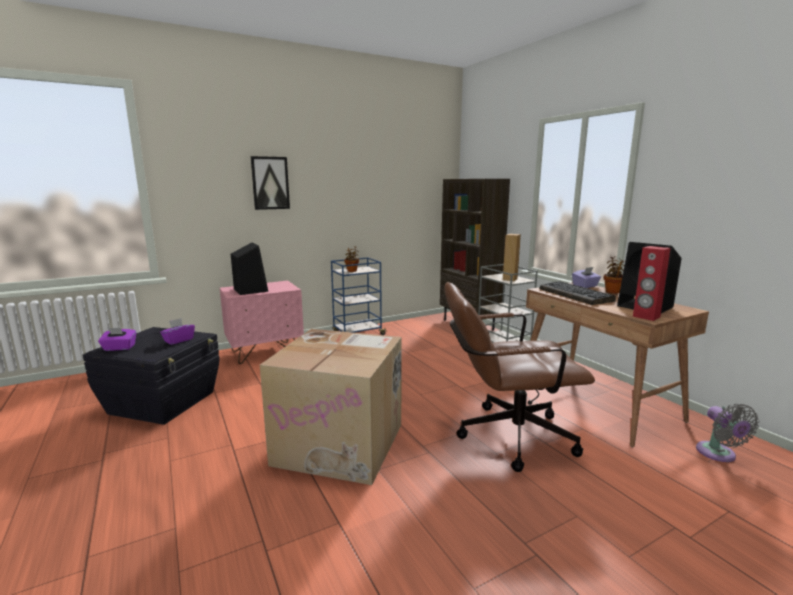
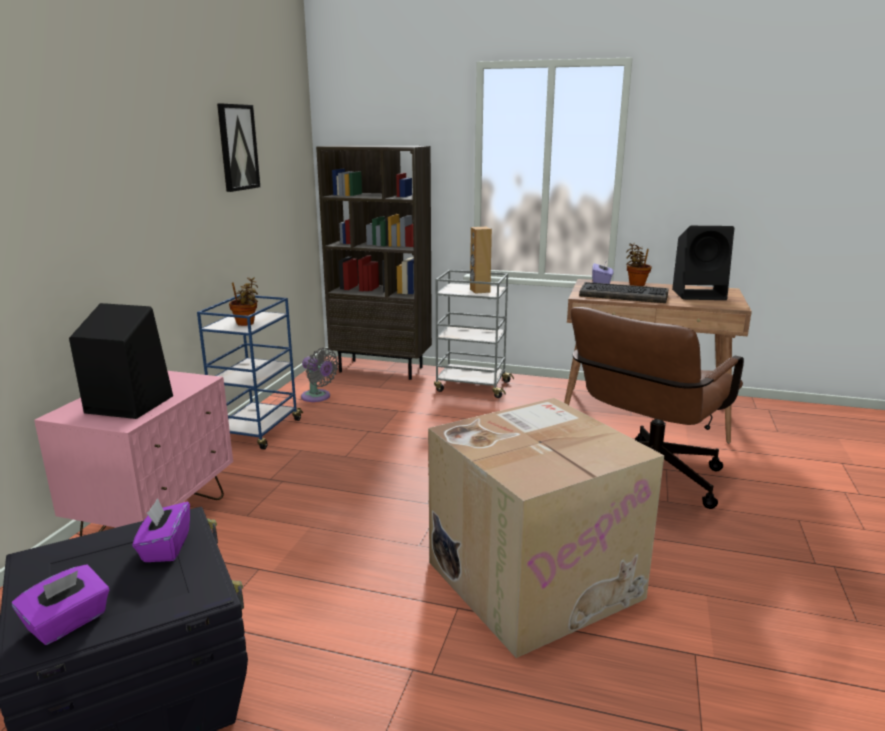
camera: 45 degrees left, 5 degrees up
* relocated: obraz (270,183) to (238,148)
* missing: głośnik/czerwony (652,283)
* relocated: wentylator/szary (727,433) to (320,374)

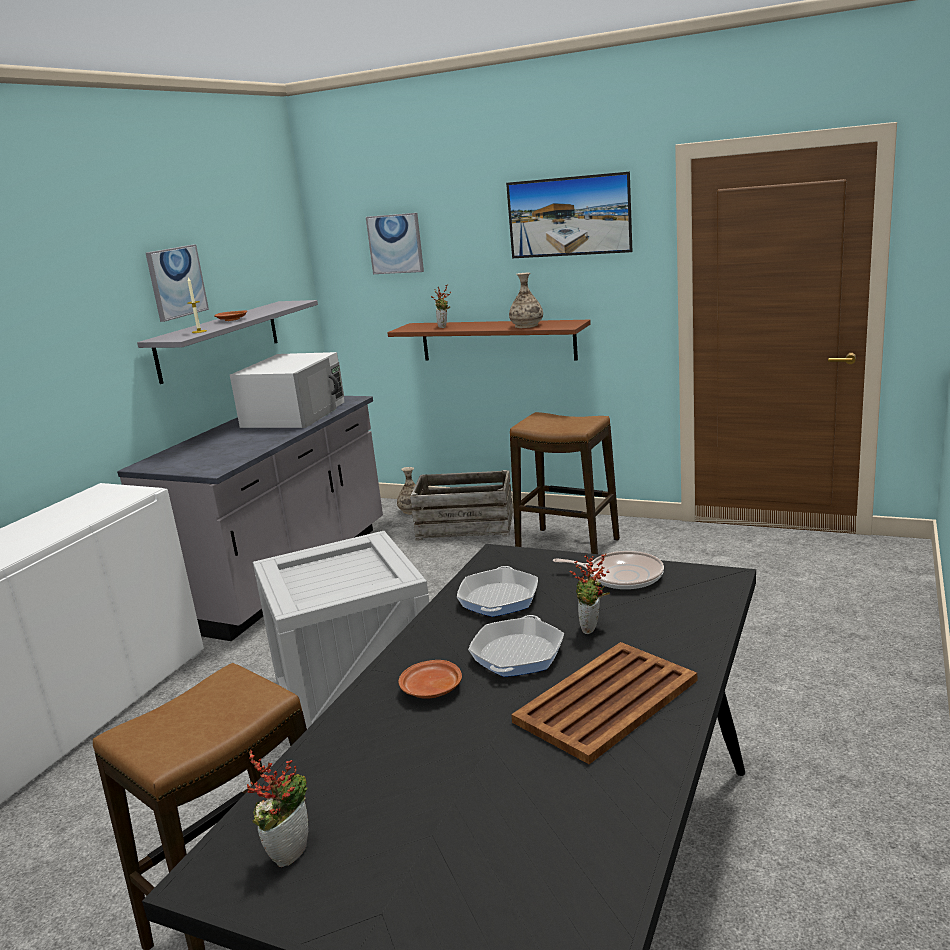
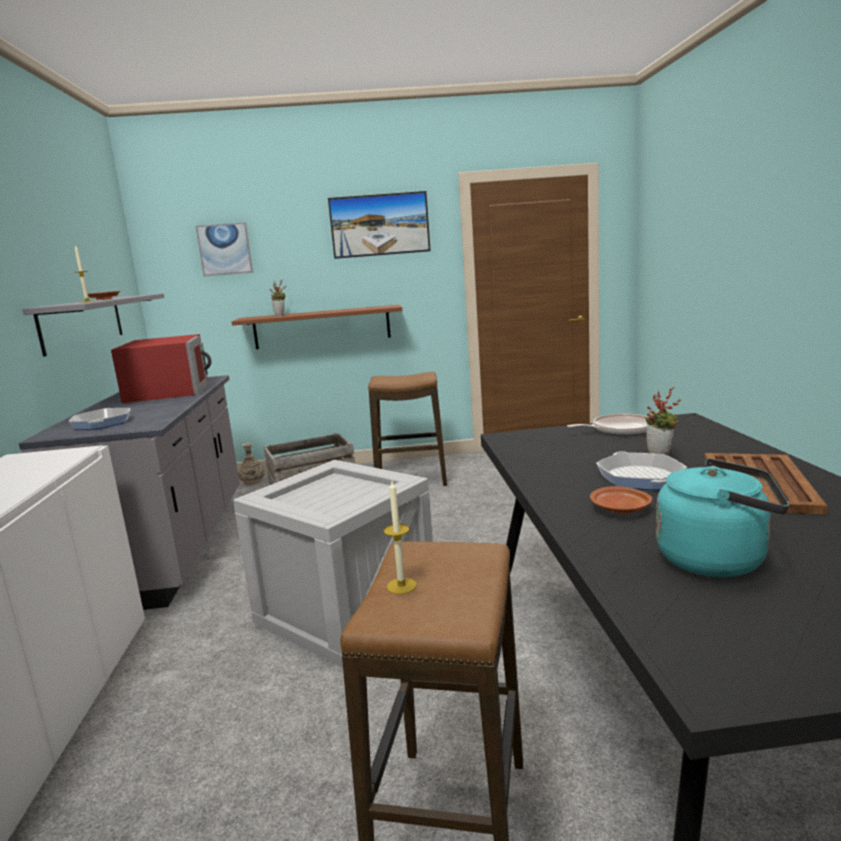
camera: 30 degrees left, 5 degrees down
* missing: obraz (177,283)
* colour: mikrofalówka/biały (287,390) to mikrofalówka/czerwony (161,368)
* missing: roślina doniczkowa (277,808)
* relocated: patelnia (497,591) to (99,419)
* missing: wazon (526,300)
* appeared: świeca (400,537)
* appeared: czajnik/turkusowy (722,517)

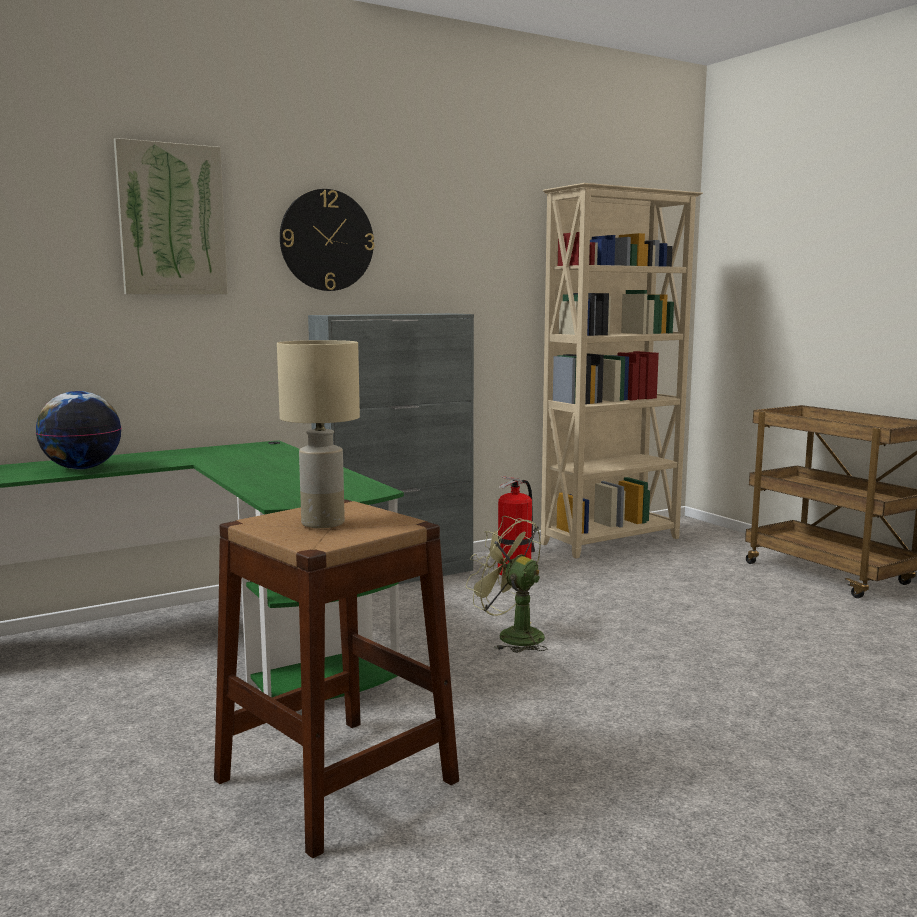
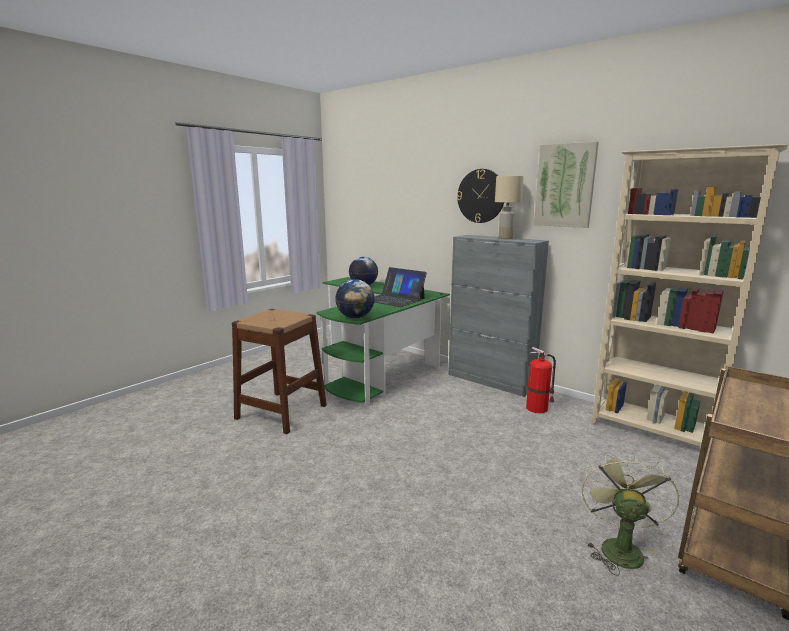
camera: 70 degrees right, 5 degrees up
* relocated: obraz (171,216) to (566,184)
* relocated: lampa stołowa/beżowy (318,434) to (509,207)
* relocated: wentylator/zielony (506,584) to (630,514)
* appeared: globus (355,298)
* appeared: laptop (400,287)

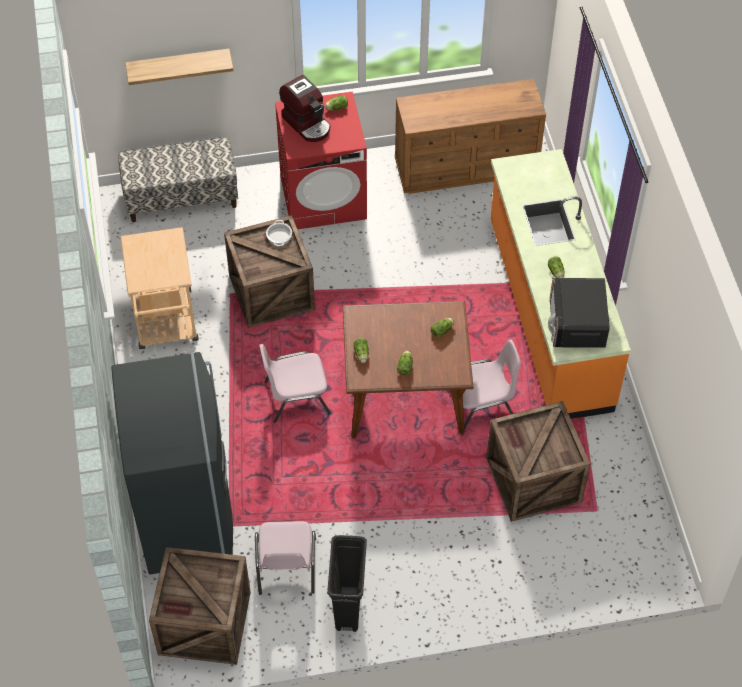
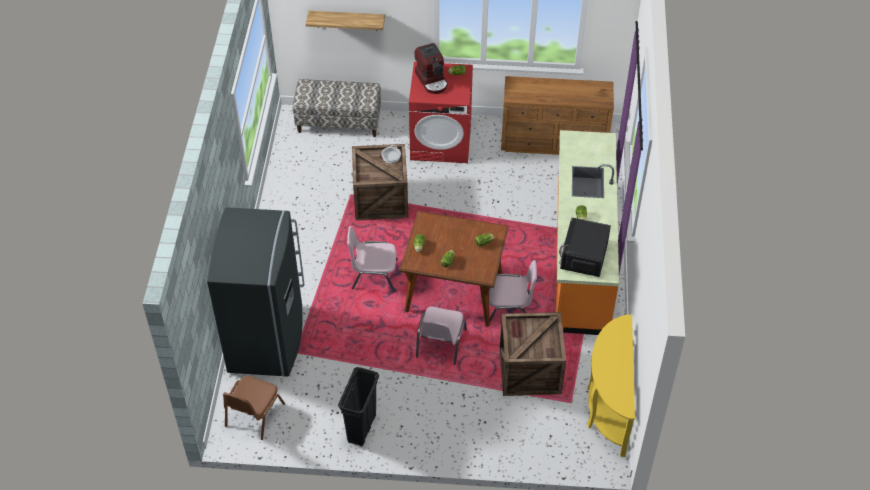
camera: 15 degrees right, 5 degrees down
* missing: wózek/beżowy (159,288)
* exchanged: skrzynka (200,606) to krzesło/brązowy (254,408)
* relocated: krzesło/różowy (285,558) to (441,336)
* appeared: stolik konsolowy/żółty (611,386)

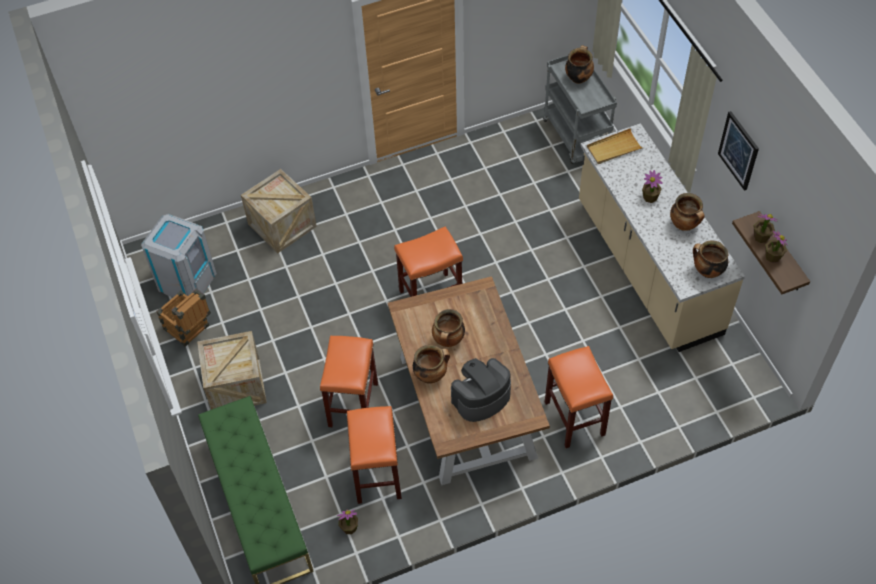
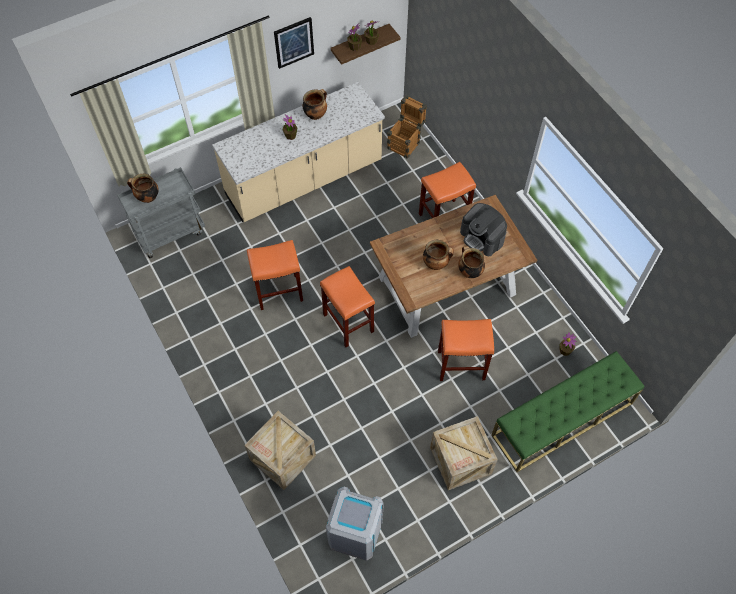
camera: 100 degrees left, 5 degrees up
* relocated: skrzynka (183,317) to (407,127)
* relocated: stołek/pomarańczowy (374,455) to (275,275)
* missing: taca/beżowy (615,146)
* missing: garnek (710,259)

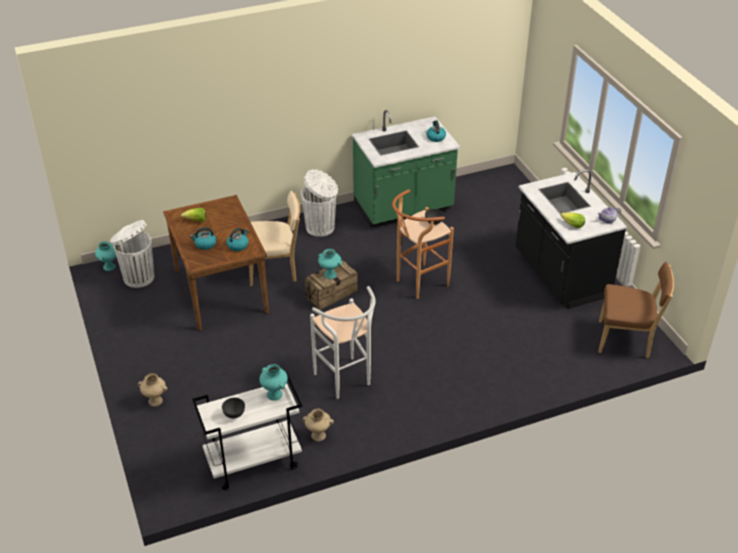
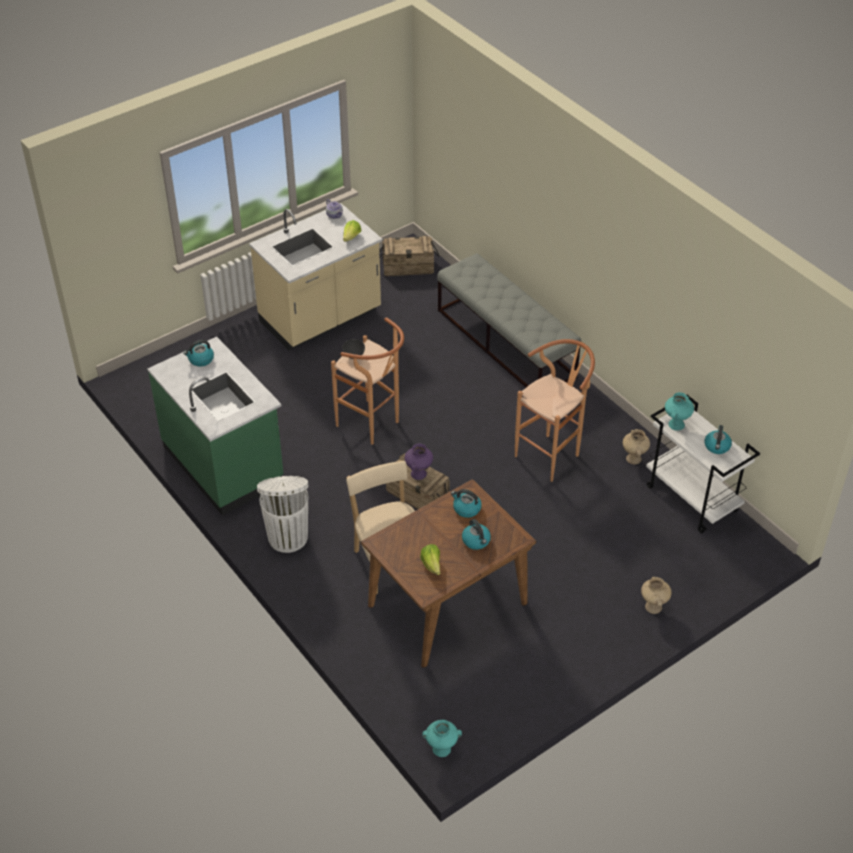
camera: 105 degrees left, 5 degrees up
* missing: kosz na śmieci/biały (132,254)
* exchanged: miska/szary (233,408) to czajnik (718,439)
* colour: stołek/biały (343,342) to stołek/brązowy (555,410)
* colour: wazon/turkusowy (330,264) to wazon/fioletowy (419,461)
* colour: zabudowa kuchenna/czarny (571,239) to zabudowa kuchenna/beżowy (315,276)
* exchanged: krzesło/brązowy (636,310) to skrzynka (409,256)
* appeared: ławka/szary (509,320)

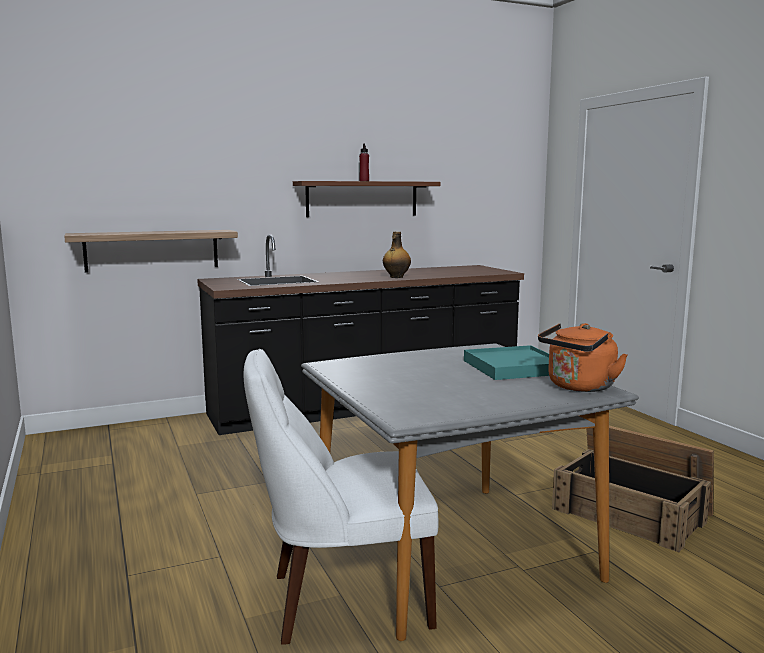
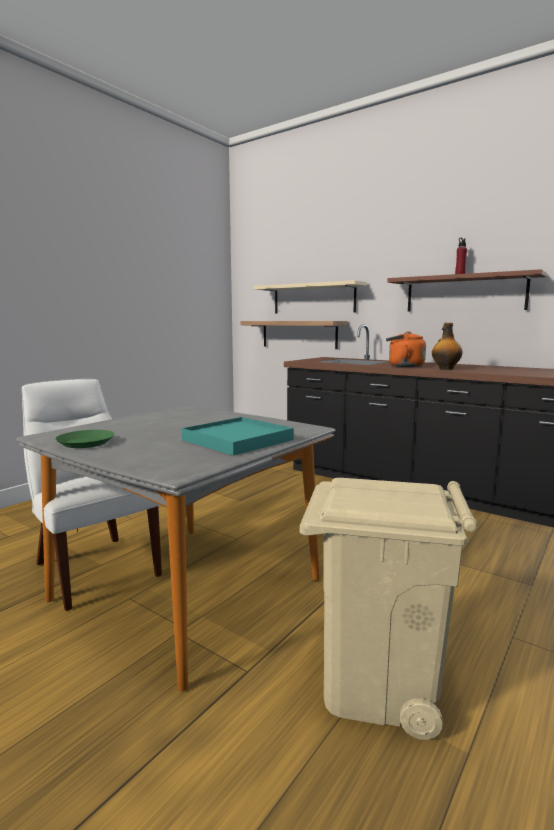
camera: 60 degrees right, 0 degrees up
* relocated: czajnik/pomarańczowy (583,357) to (406,349)
* exchanged: skrzynka (633,489) to kosz na śmieci/beżowy (388,609)
* appeared: talerz/zielony (85,439)
* appeared: półka/beżowy (310,296)

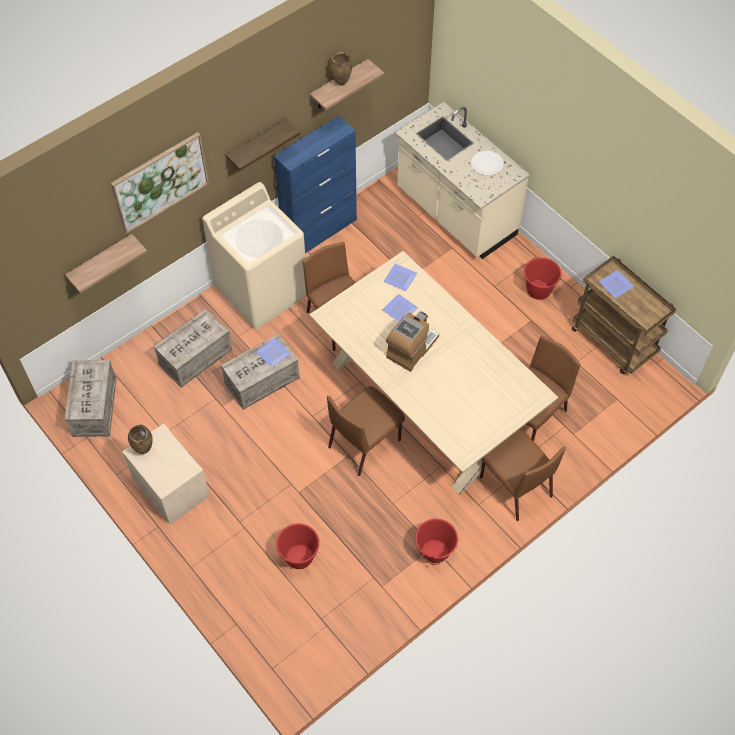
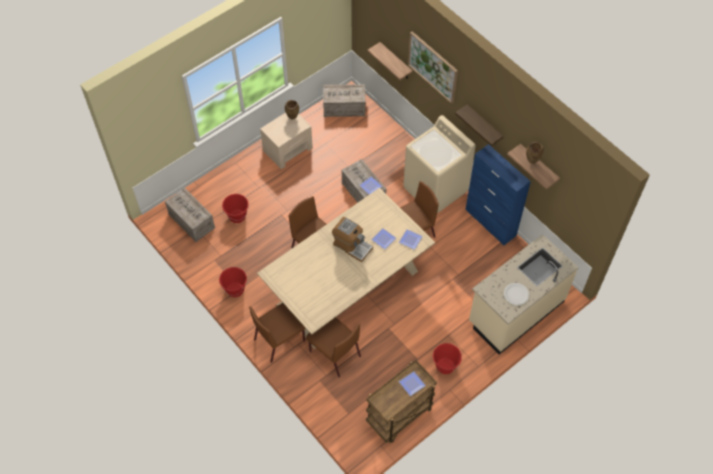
camera: 90 degrees right, 0 degrees up
* relocated: skrzynka (193,348) to (190,215)

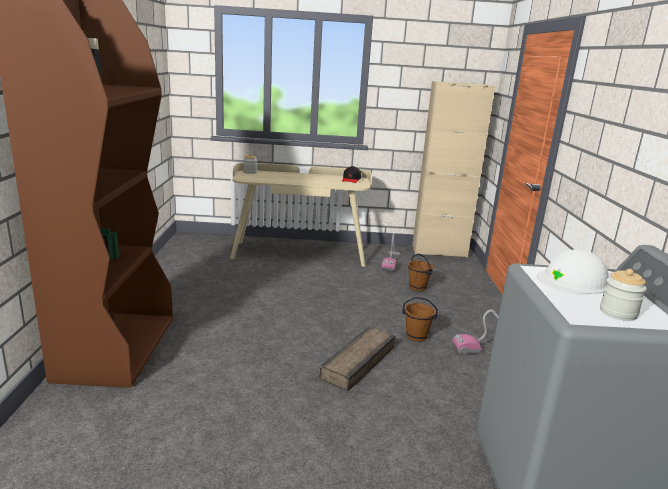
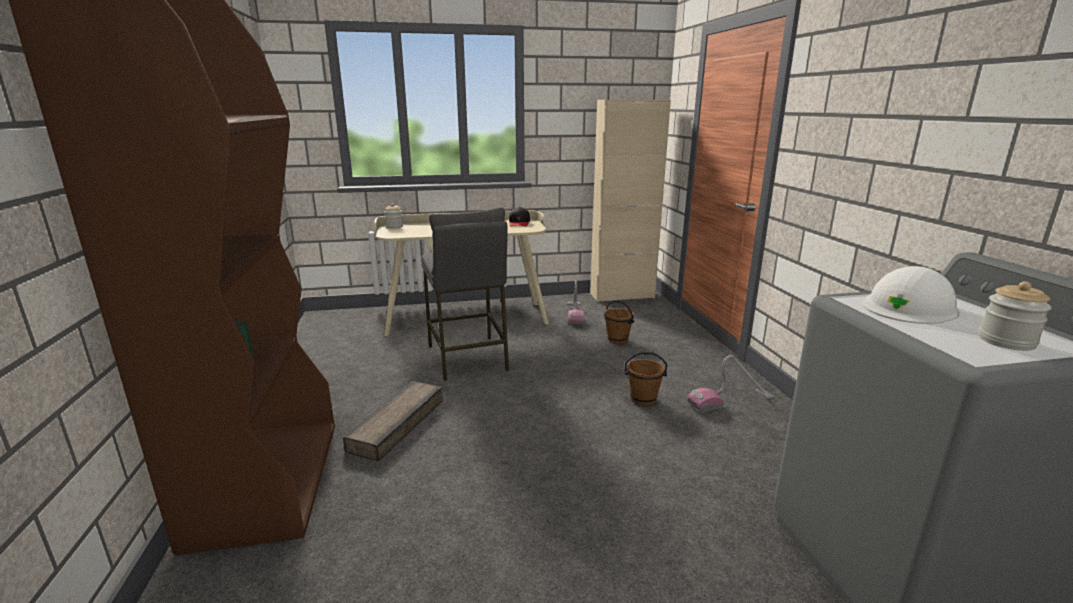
camera: 10 degrees left, 0 degrees up
* relocated: skrzynka (357,358) to (393,421)
* appeared: stołek/szary (465,294)

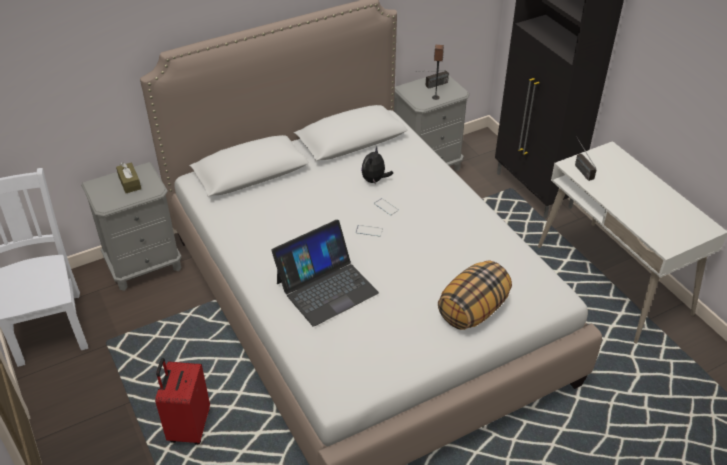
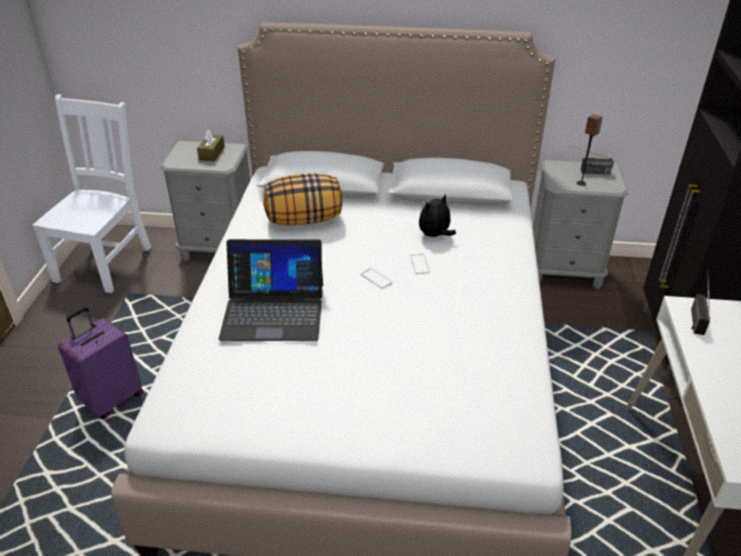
camera: 35 degrees right, 5 degrees down
* colour: walizka/czerwony (182,401) to walizka/fioletowy (100,363)
* relocated: poduszka (475,295) to (302,199)

